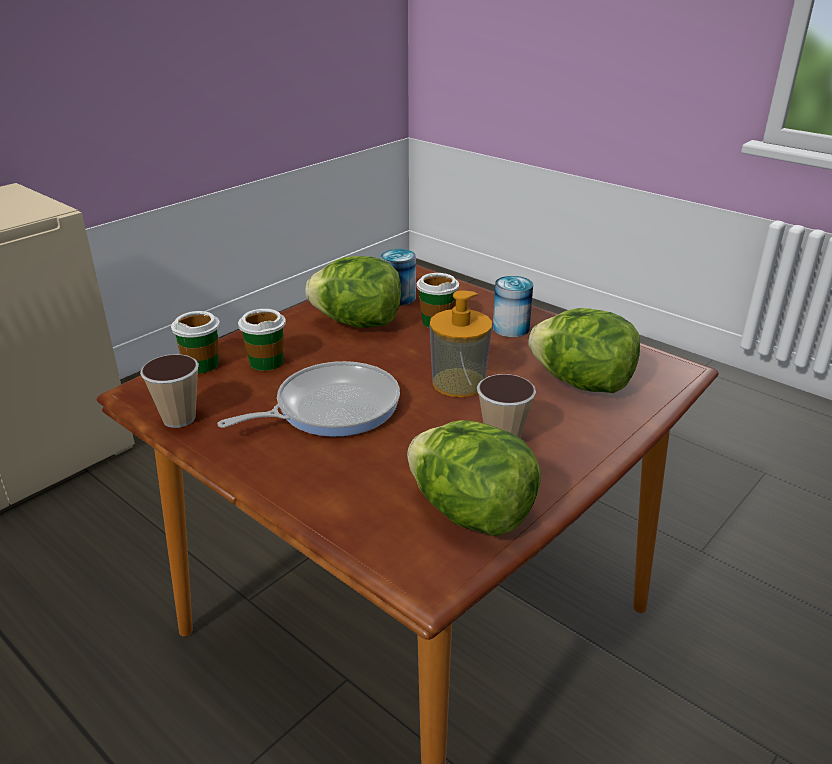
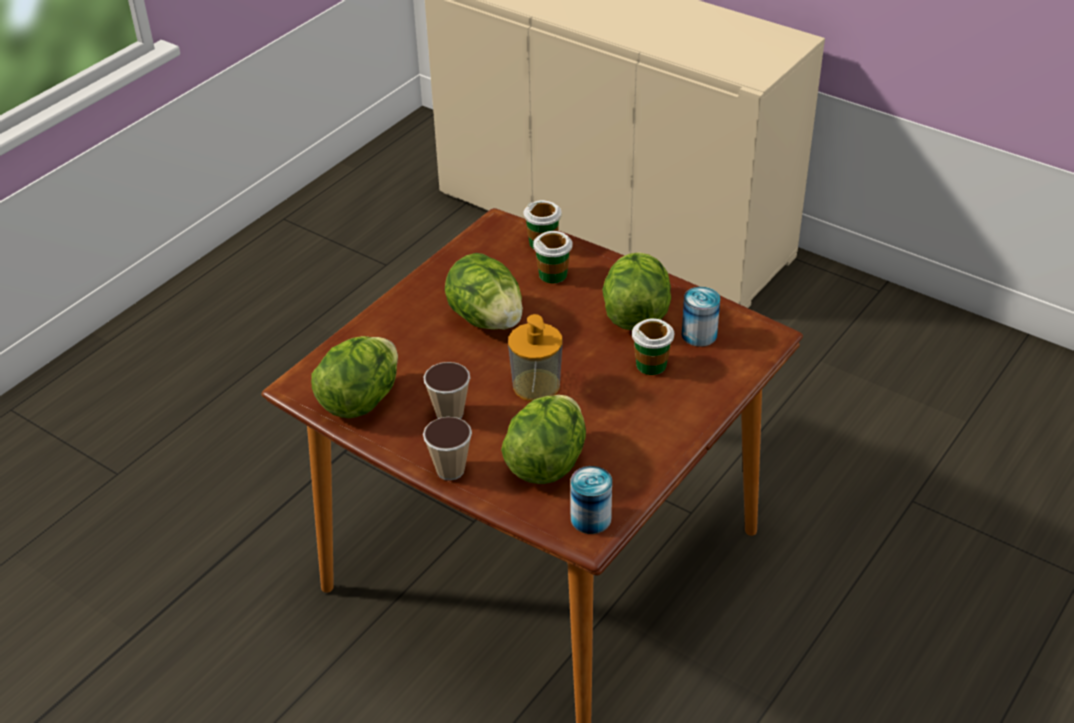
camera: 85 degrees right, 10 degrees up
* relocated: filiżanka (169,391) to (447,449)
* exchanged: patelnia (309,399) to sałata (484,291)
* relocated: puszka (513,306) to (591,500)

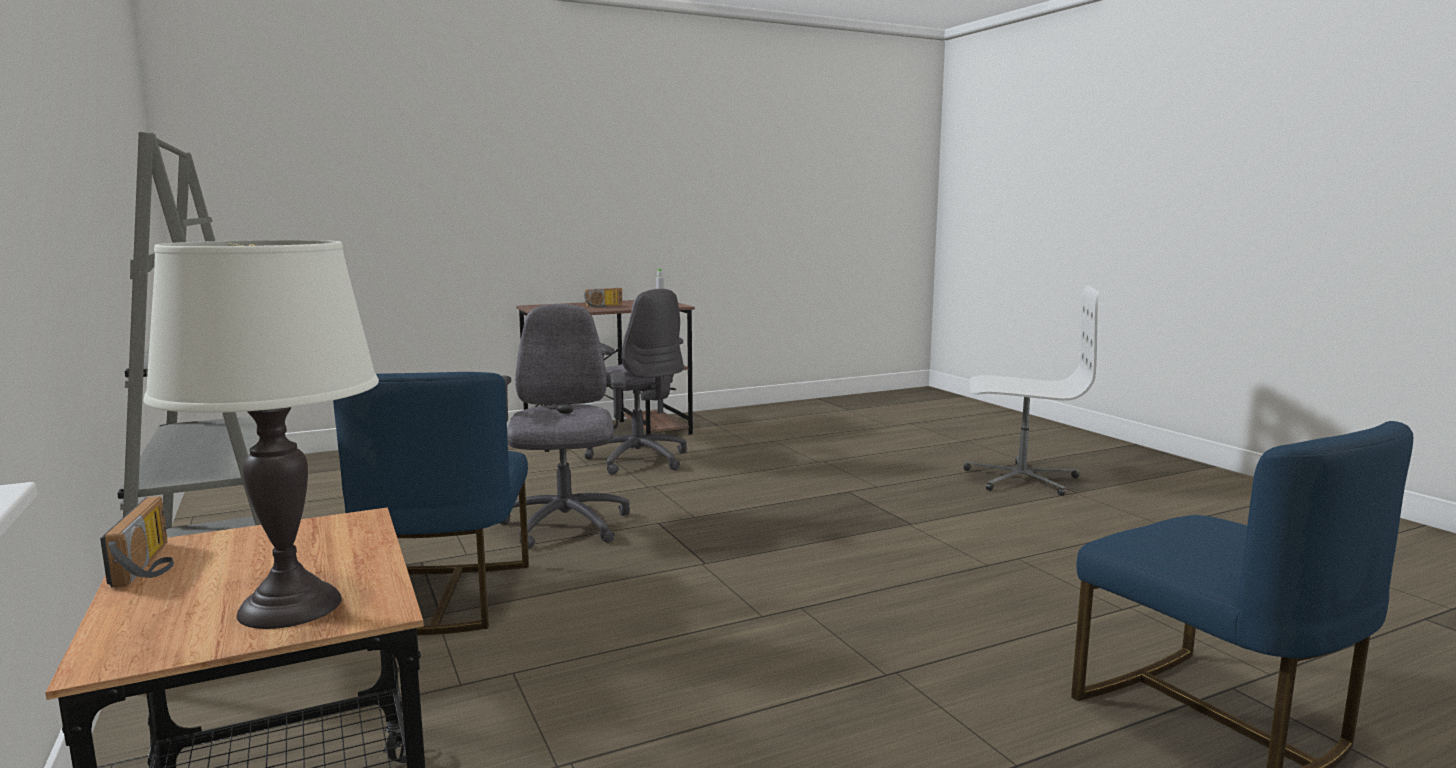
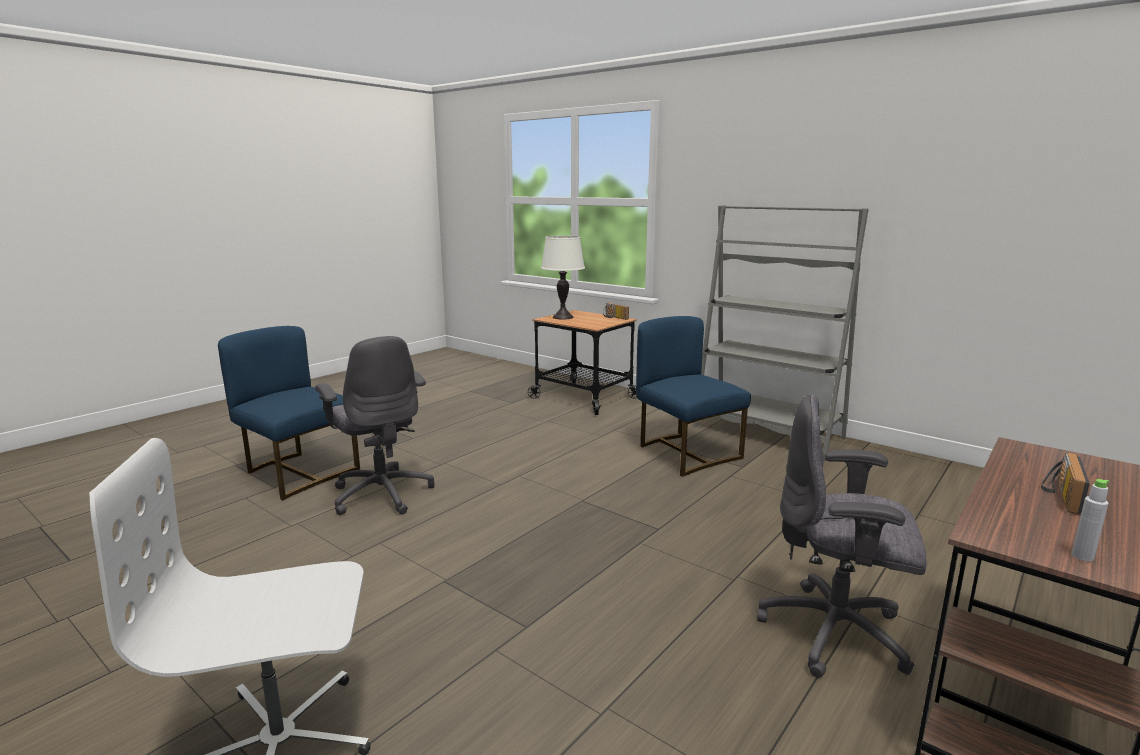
camera: 155 degrees right, 5 degrees up
* relocated: krzesło biurowe/szary (565,426) to (375,425)

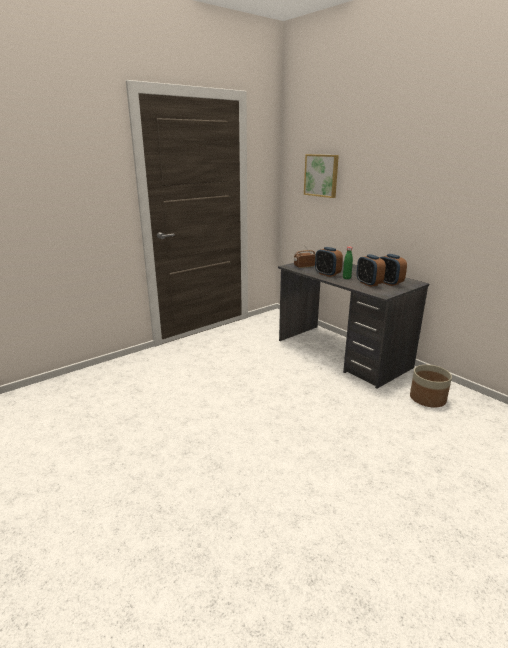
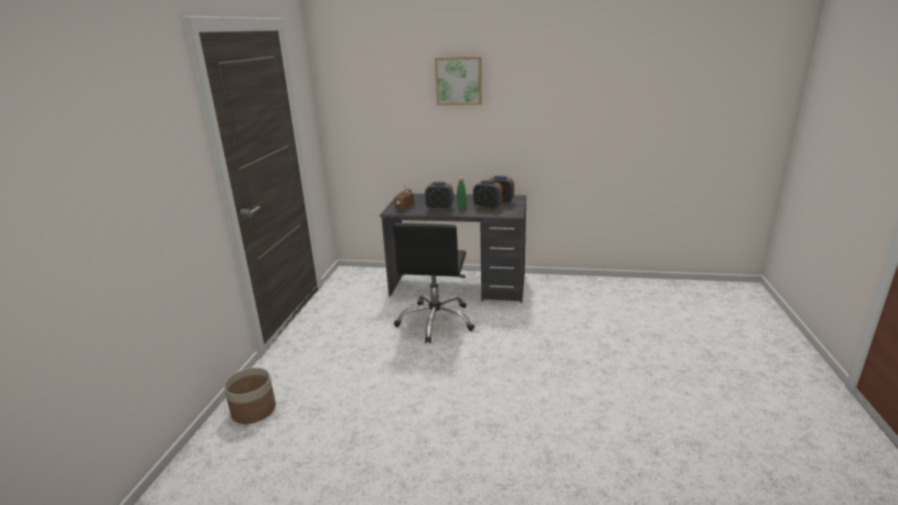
camera: 40 degrees left, 0 degrees up
* relocated: obraz (321,176) to (458,81)
* relocated: donica (431,386) to (250,396)
* appeared: krzesło biurowe/czarny (434,283)

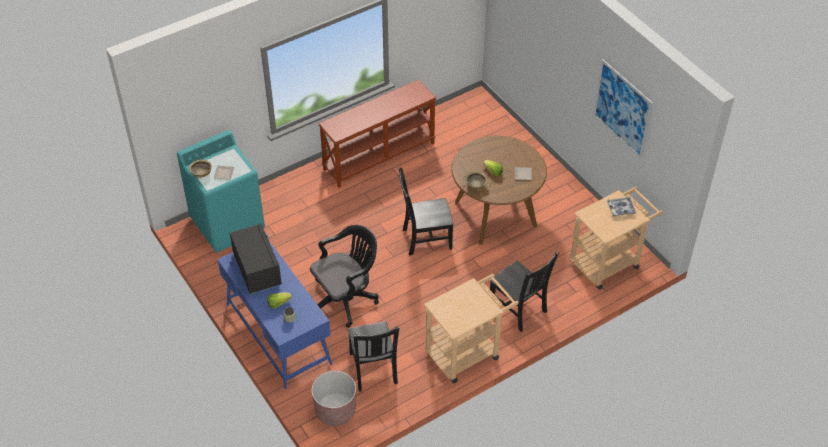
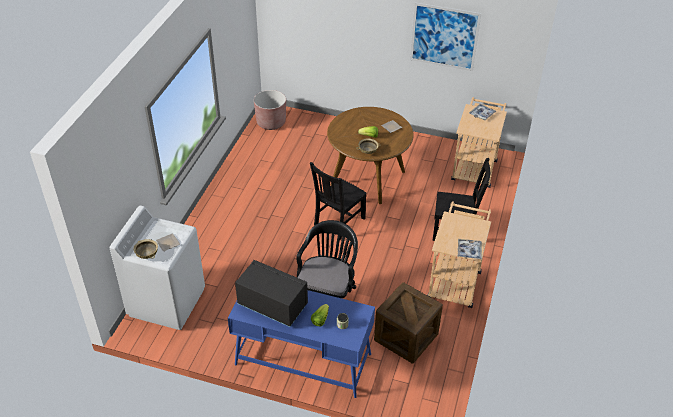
camera: 40 degrees left, 5 degrees down
* colour: pralka/turkusowy (221,191) to pralka/biały (157,268)
* relocated: donica/brązowy (333,398) to (270,110)
* missing: stolik konsolowy/brązowy (377,134)
* exchanged: krzesło/czarny (373,356) to skrzynka (408,323)
* appeared: taca (470,249)

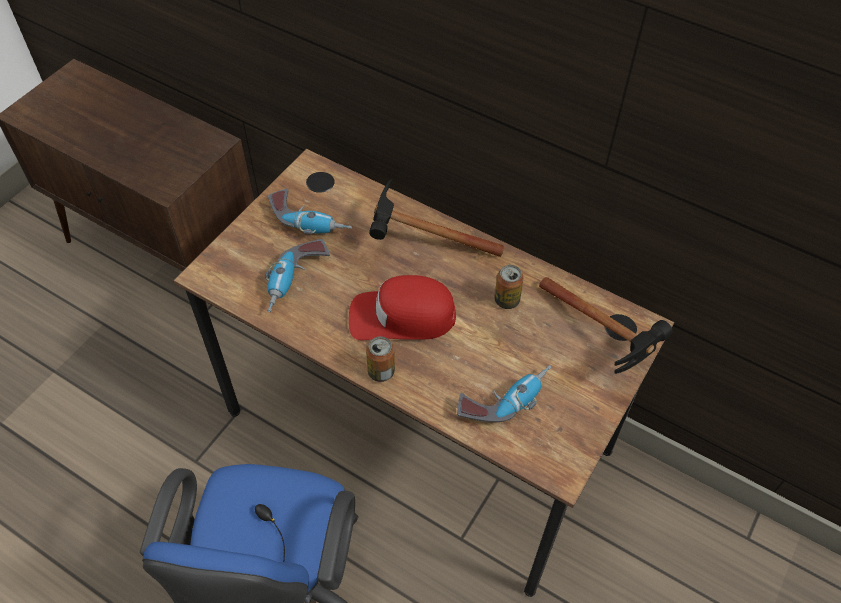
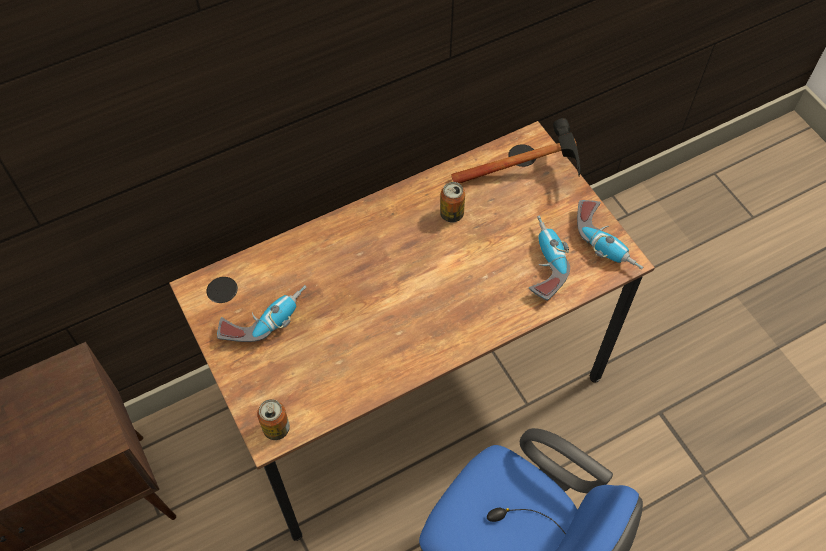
camera: 60 degrees left, 5 degrees up
* relocated: wiertarka (297,275) to (610,235)
* missing: czapka z daszkiem/czerwony (402,307)
* relocated: puszka (380,359) to (273,419)
* missing: młotek (436,218)

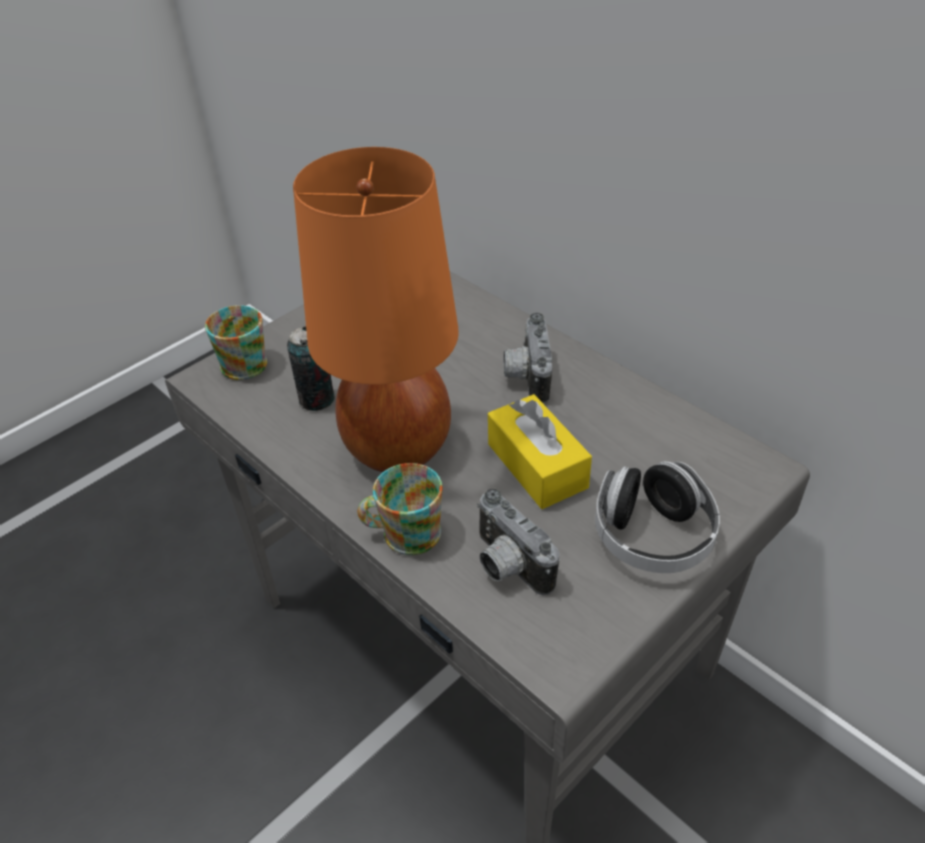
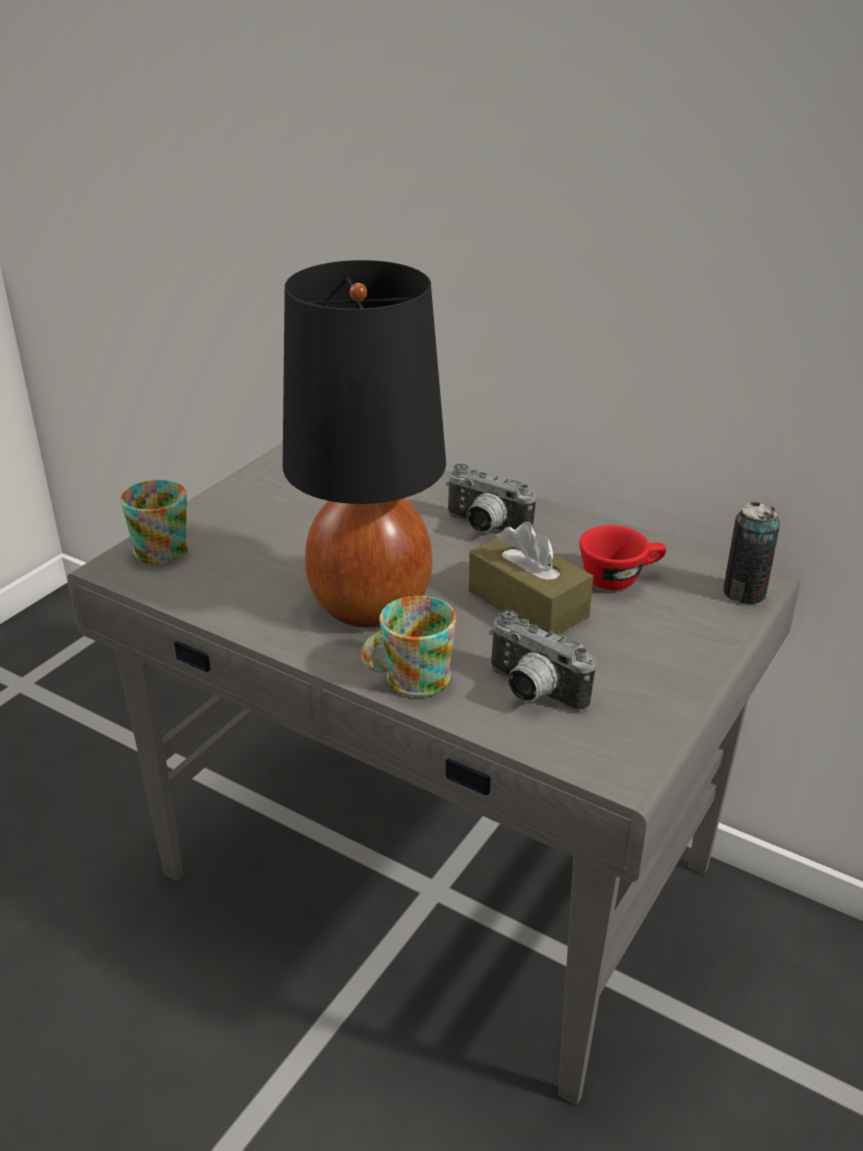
camera: 15 degrees left, 10 degrees down
* relocated: puszka (311,368) to (751,553)
* colour: lampa stołowa/pomarańczowy (376,309) to lampa stołowa/czarny (364,444)
* colour: pudełko chusteczek/żółty (540,451) to pudełko chusteczek/brązowy (531,578)
* spun: aparat fotograficzny (528,358) = (491,498) 45 degrees counterclockwise
* missing: słuchawki (657,517)
* appeared: filiżanka/czerwony (622,557)

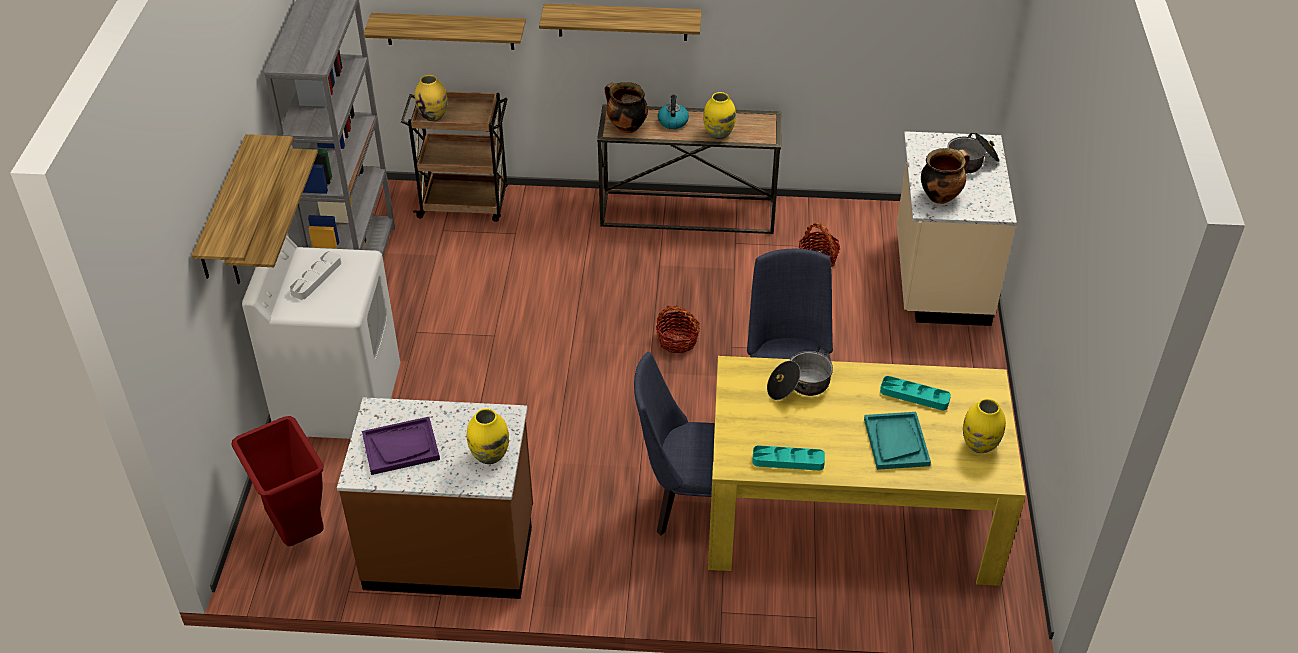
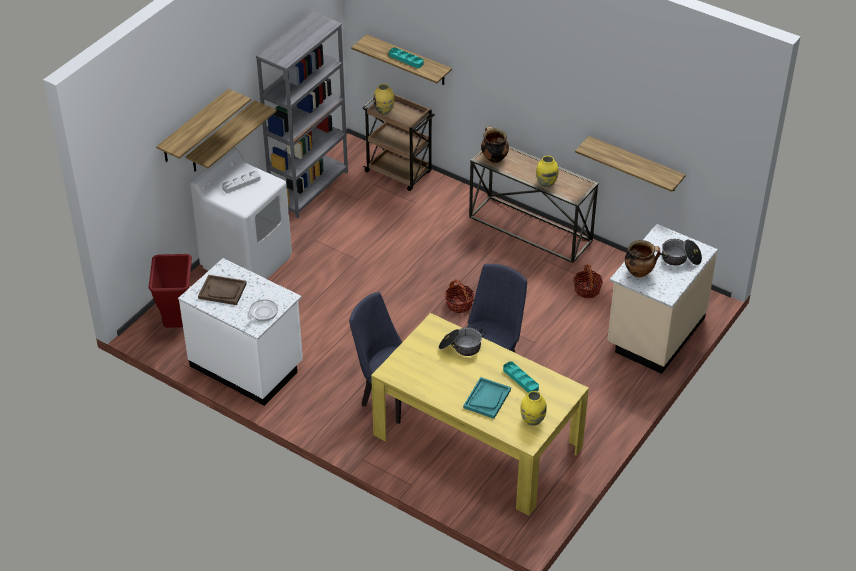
camera: 30 degrees right, 0 degrees up
* colour: zabudowa kuchenna/brązowy (435,498) to zabudowa kuchenna/biały (240,332)
* colour: taca/fioletowy (401,446) to taca/brązowy (222,290)
* exchanged: wazon/żółty (488,436) to patelnia (261,313)
* relocated: półka (620,22) to (630,164)
* missing: czajnik (673,112)
* relocated: taca/turkusowy (788,458) to (406,57)

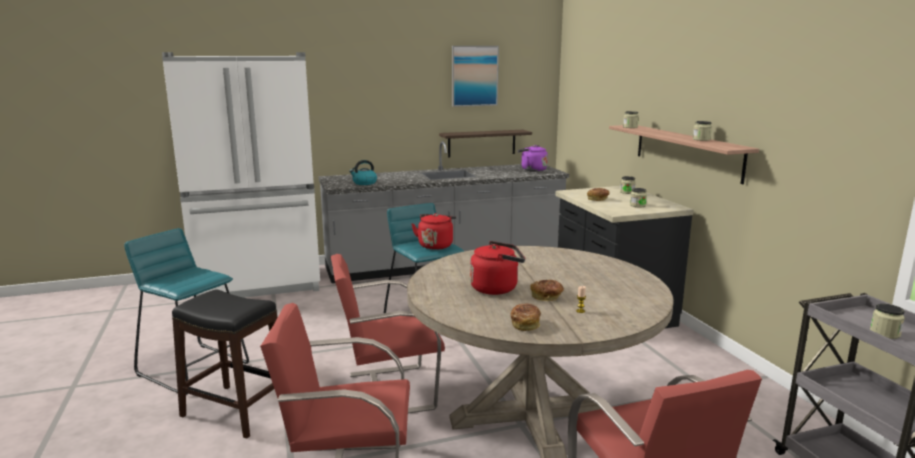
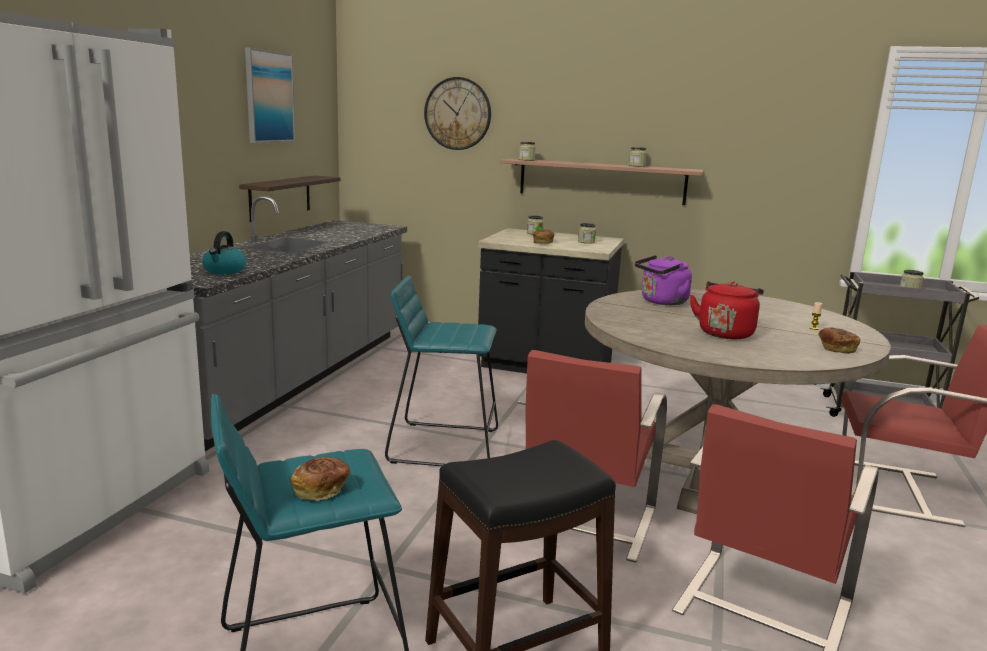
camera: 55 degrees left, 0 degrees up
* missing: czajnik/czerwony (434,231)
* relocated: czajnik/fioletowy (532,158) to (663,280)
* relocated: chleb (547,290) to (320,478)
* appeared: zegar ścienny (457,113)

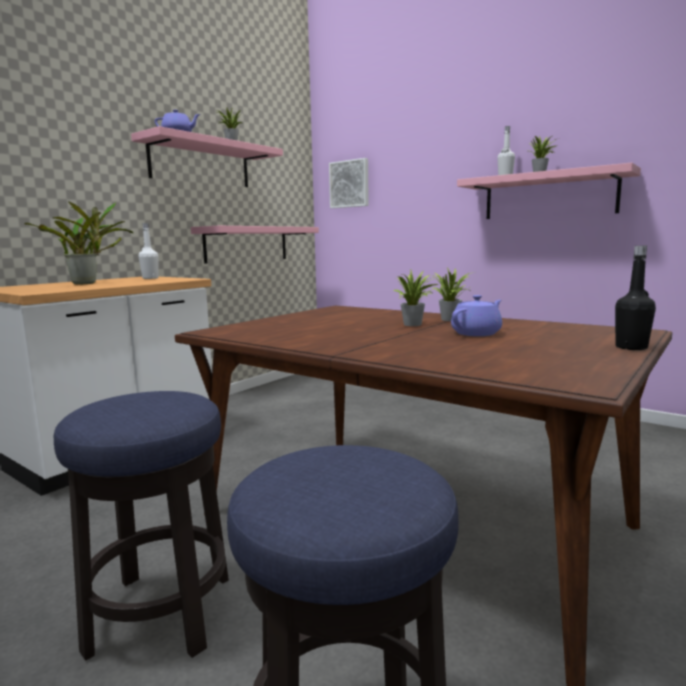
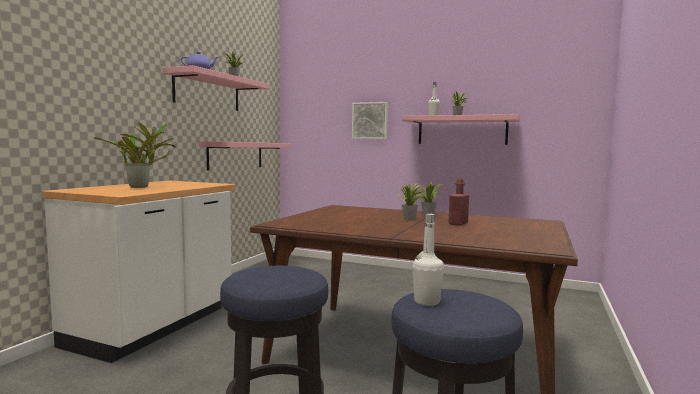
camera: 15 degrees left, 5 degrees down
* relocated: butelka/biały (149,251) to (428,260)
* relocated: obraz (349,183) to (370,120)
* exchanged: imbryk/fioletowy (476,315) to butelka/czerwony (458,202)
* missing: butelka/czarny (635,298)

